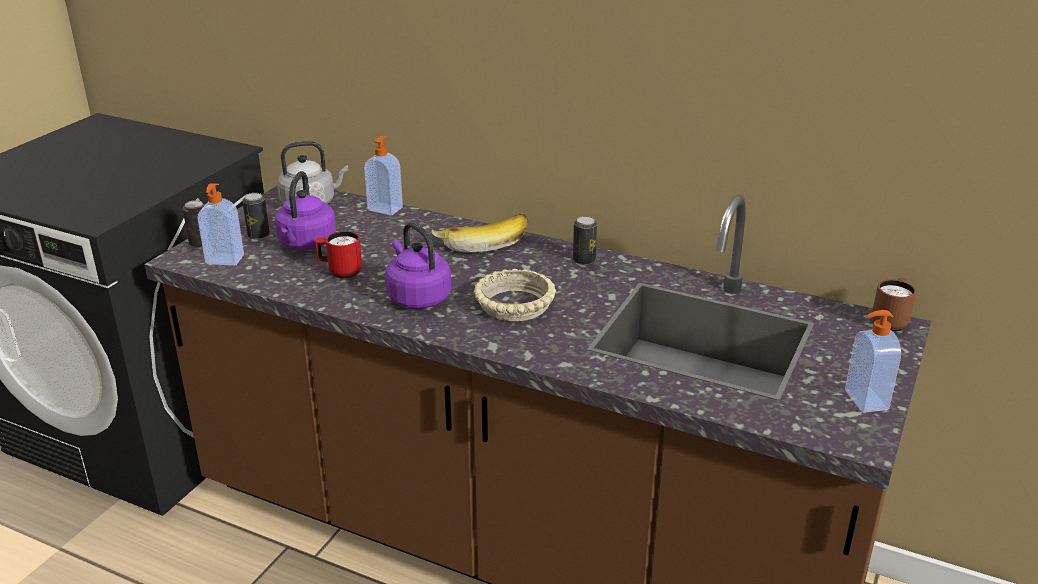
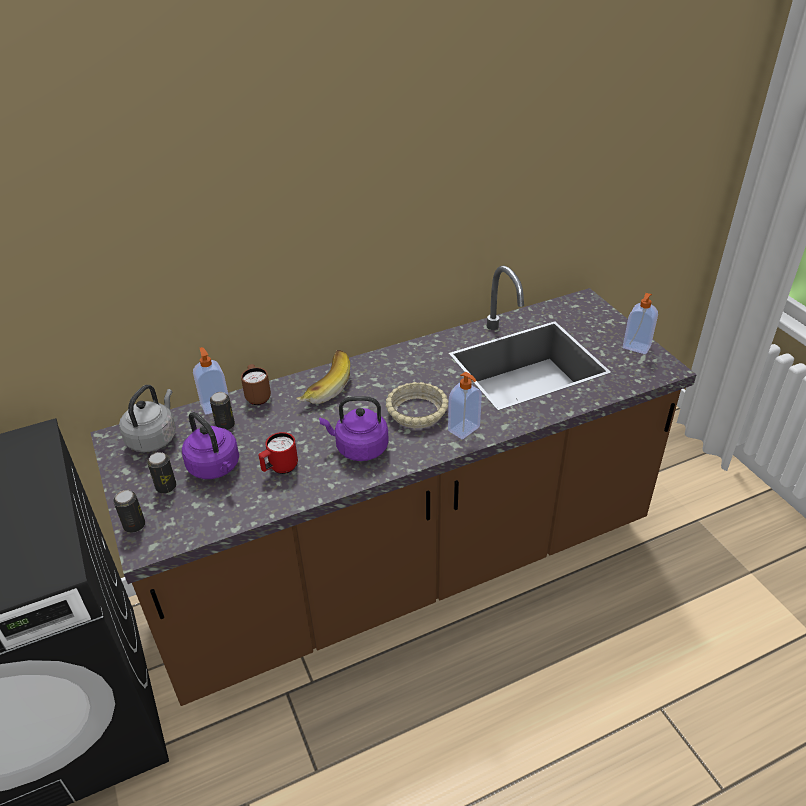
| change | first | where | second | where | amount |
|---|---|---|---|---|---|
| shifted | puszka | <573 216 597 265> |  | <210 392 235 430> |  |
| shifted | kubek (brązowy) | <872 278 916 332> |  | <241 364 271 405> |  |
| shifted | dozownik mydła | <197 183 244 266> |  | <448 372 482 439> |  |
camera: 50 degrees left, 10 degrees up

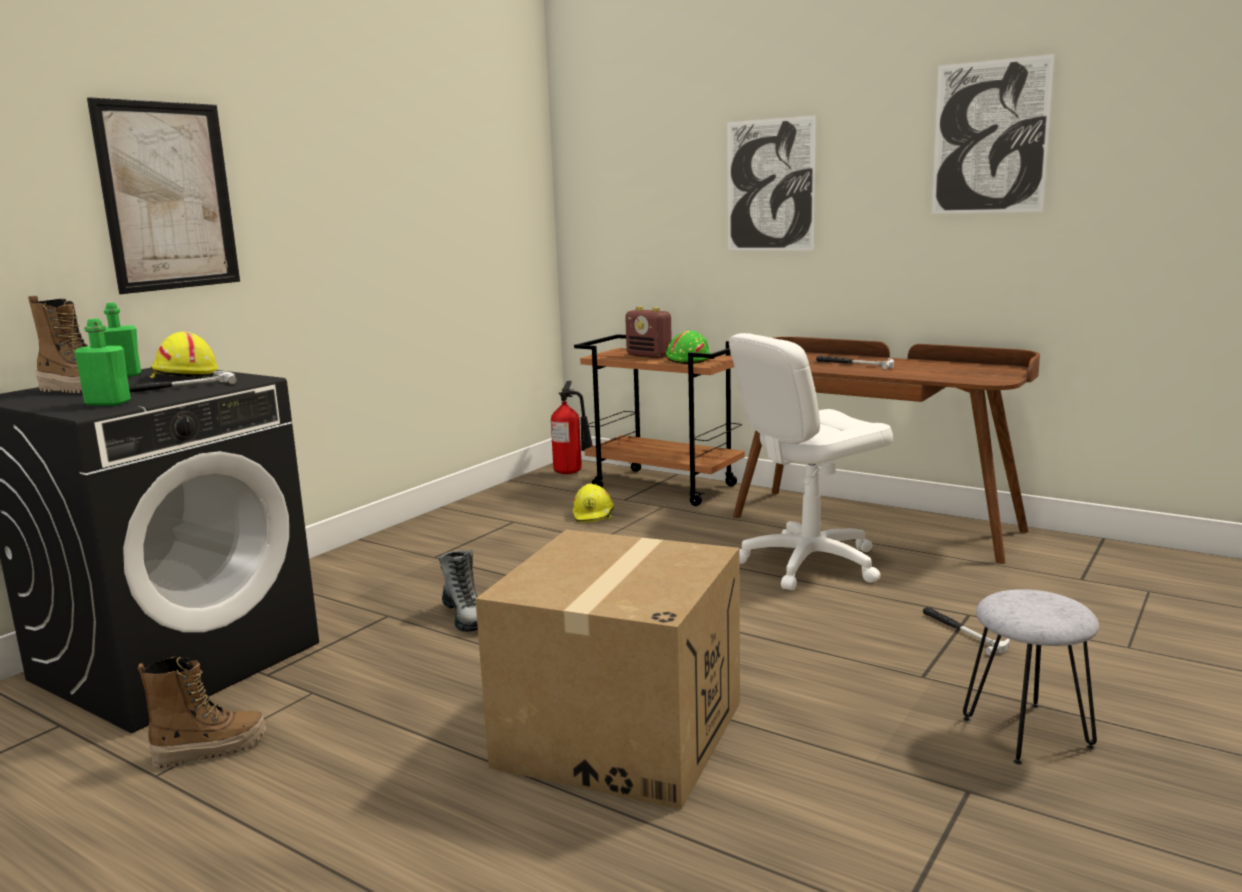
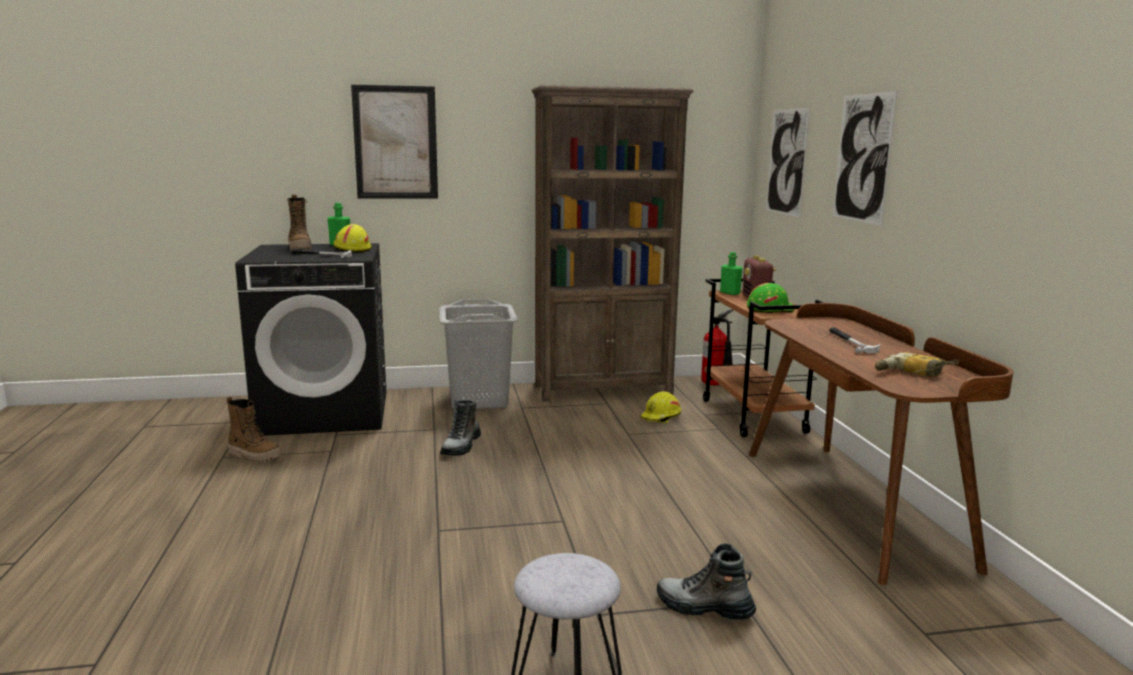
| change | first | where | second | where | amount |
|---|---|---|---|---|---|
| new |  |  | kosz na pranie (szary) | <440 299 518 409> |  |
| new |  |  | regał (brązowy) | <531 85 694 401> |  |
| swapped | młotek | <923 607 1009 655> | but z cholewką | <657 543 756 620> |  |
| shifted | butelka (zielony) | <74 318 131 406> |  | <720 252 743 295> |  |
| shifted | obraz | <932 54 1055 214> |  | <766 108 810 218> |  |
| new |  |  | wiertarka | <875 352 959 377> |  |
| gone | karton | <475 530 740 809> |  |  |  |
| gone | krzesło biurowe (biały) | <729 333 893 590> |  |  |  |
camera: 45 degrees right, 0 degrees up

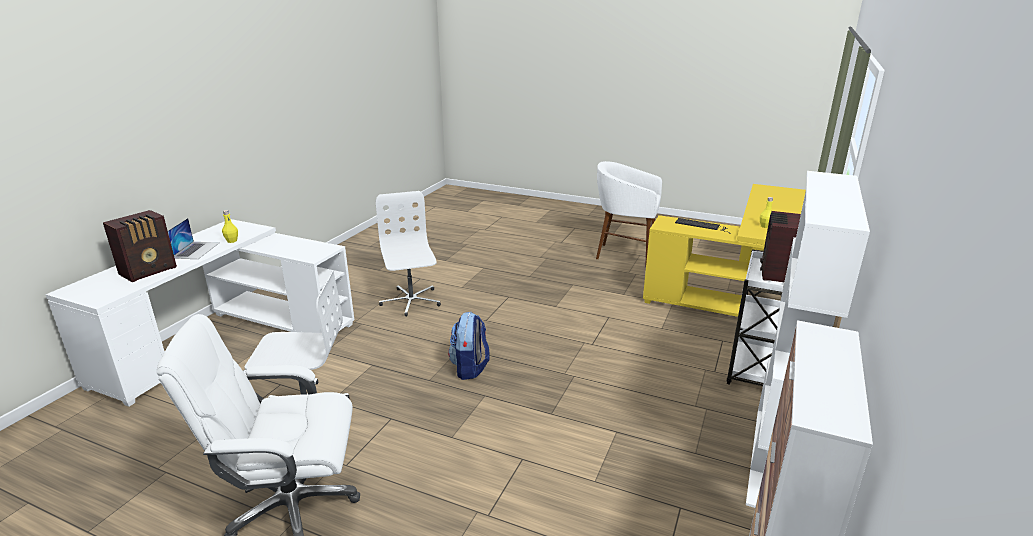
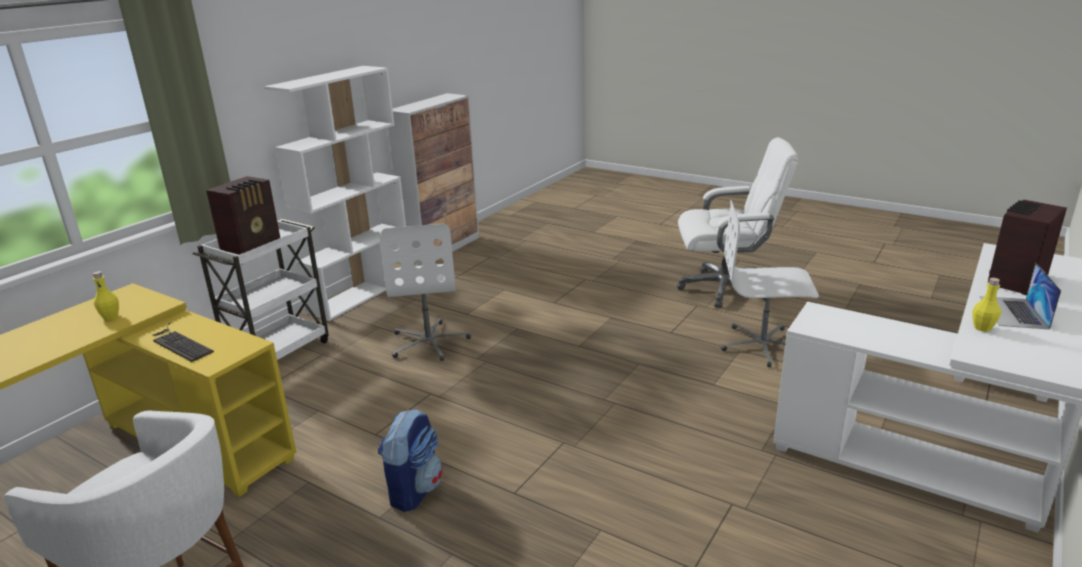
| change | first | where | second | where | amount |
|---|---|---|---|---|---|
| shifted | plecak | <448 312 490 380> |  | <378 409 443 512> |  |
| shifted | krzesło biurowe (biały) | <376 191 441 316> |  | <380 224 471 361> |  |
camera: 170 degrees left, 0 degrees up

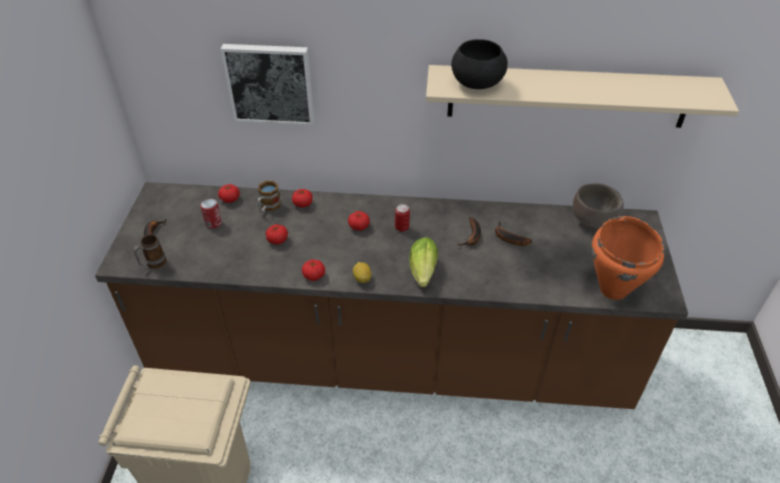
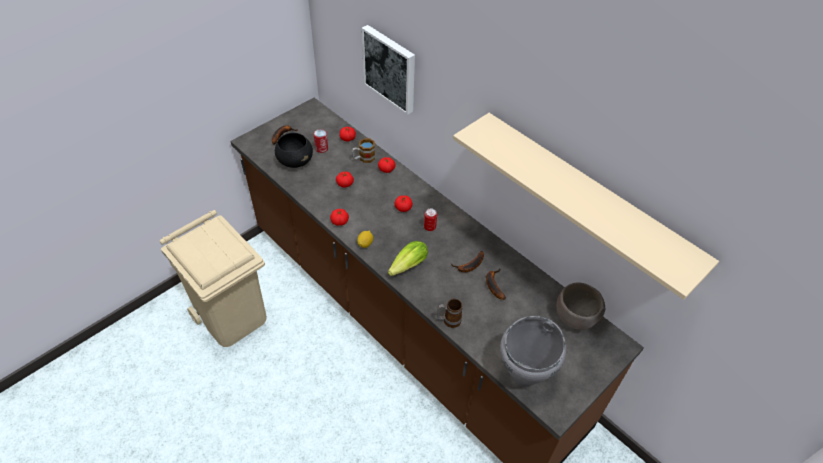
| change | first | where | second | where | amount |
|---|---|---|---|---|---|
| shifted | miska (czarny) | <451 39 508 89> |  | <275 133 313 168> |  |
| shifted | kubek | <133 235 166 269> |  | <437 299 463 328> |  |
| repainted | garnek (pomarańczowy) | <592 216 664 300> | garnek (szary) | <500 316 566 387> |  |
camera: 40 degrees right, 5 degrees up

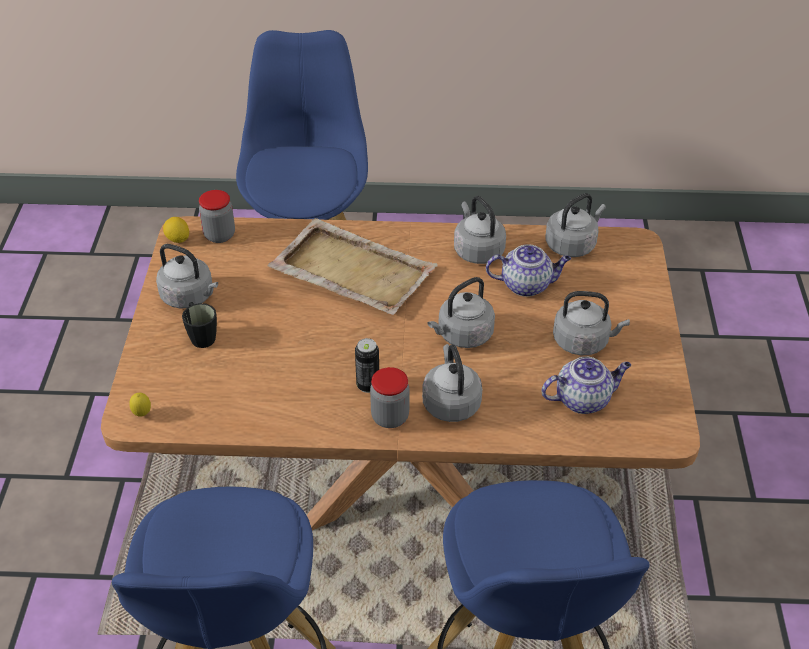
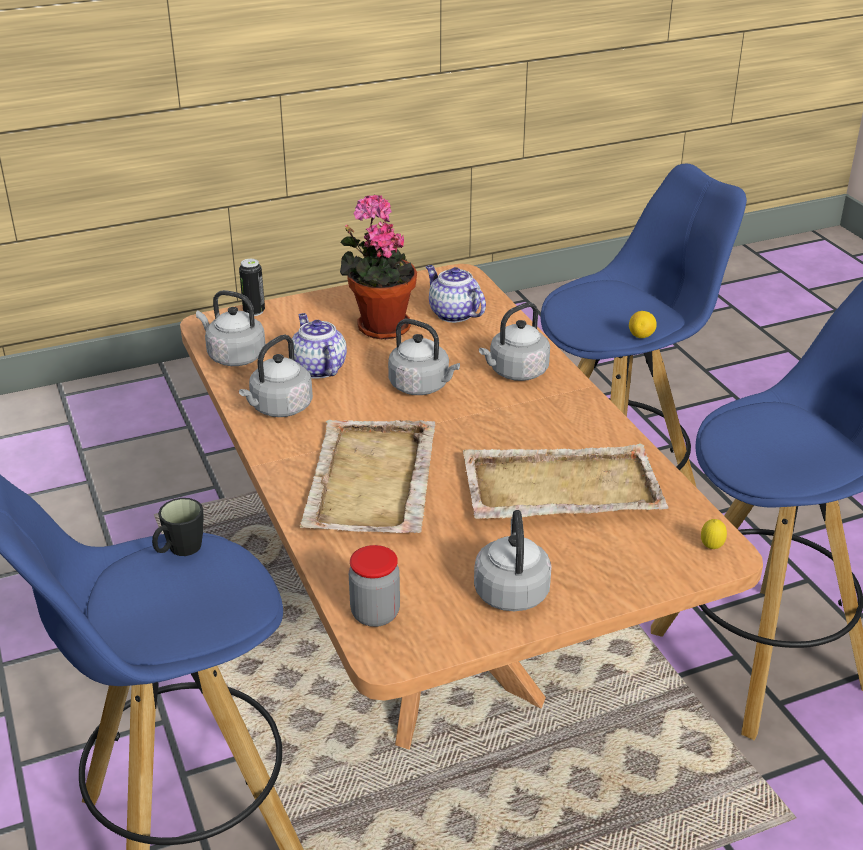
| change | first | where | second | where | amount |
|---|---|---|---|---|---|
| shifted | kubek (czarny) | <182 302 217 348> |  | <152 498 204 556> |  |
| shifted | puszka | <355 338 379 393> |  | <239 259 265 316> |  |
| swapped | czajnik (szary) | <553 291 630 355> | roślina doniczkowa | <340 195 417 340> |  |
| new |  |  | taca (beżowy) | <463 444 668 519> |  |
| shifted | cytryna | <163 217 189 243> |  | <629 311 657 338> |  |
| gone | słoik | <370 367 409 428> |  |  |  |
camera: 115 degrees left, 10 degrees down

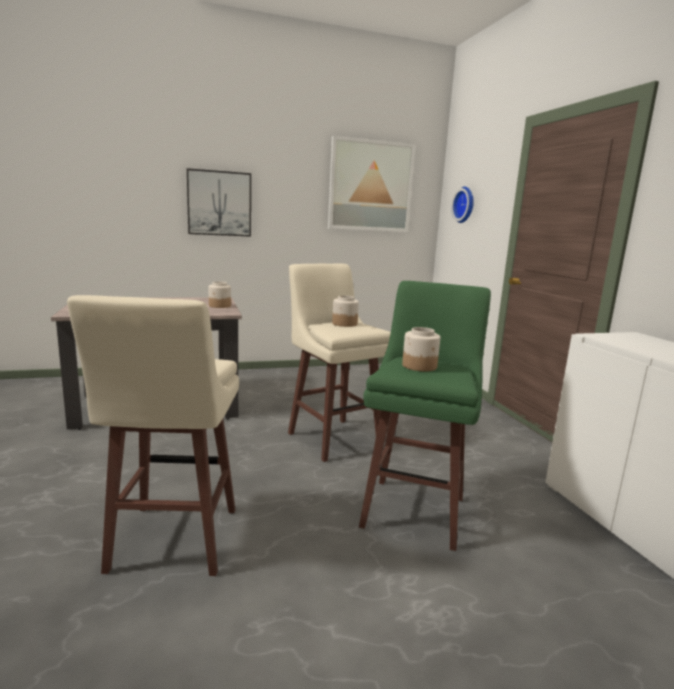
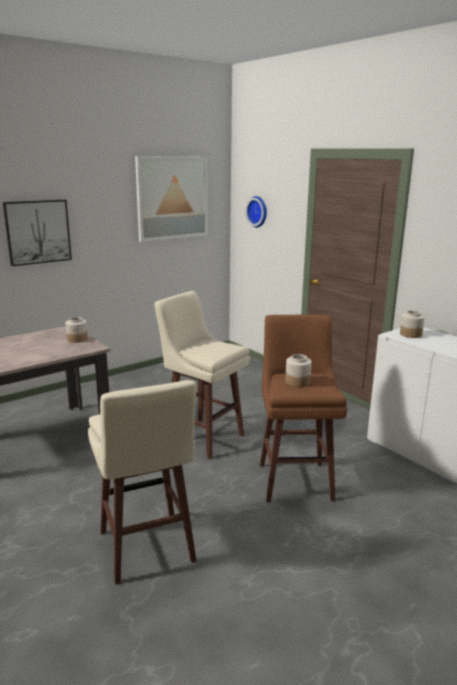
| change | first | where | second | where | amount |
|---|---|---|---|---|---|
| repainted | stołek (zielony) | <359 281 491 551> | stołek (brązowy) | <260 315 347 502> |  |
| shifted | słoik | <332 295 359 327> |  | <400 311 425 338> |  |
camera: 20 degrees left, 5 degrees up

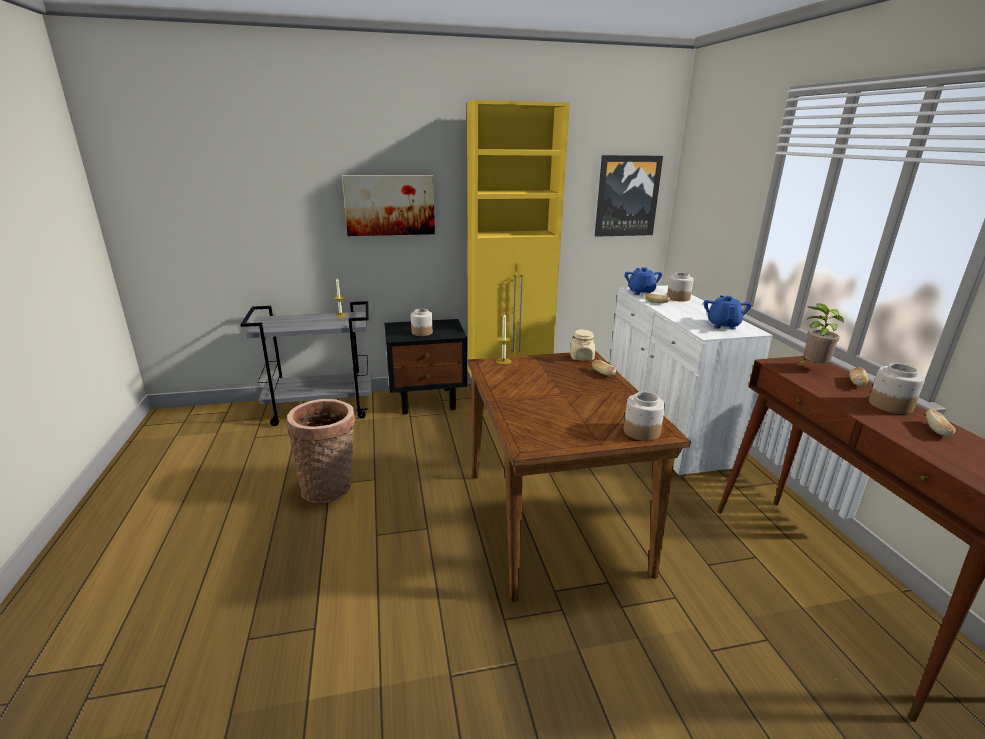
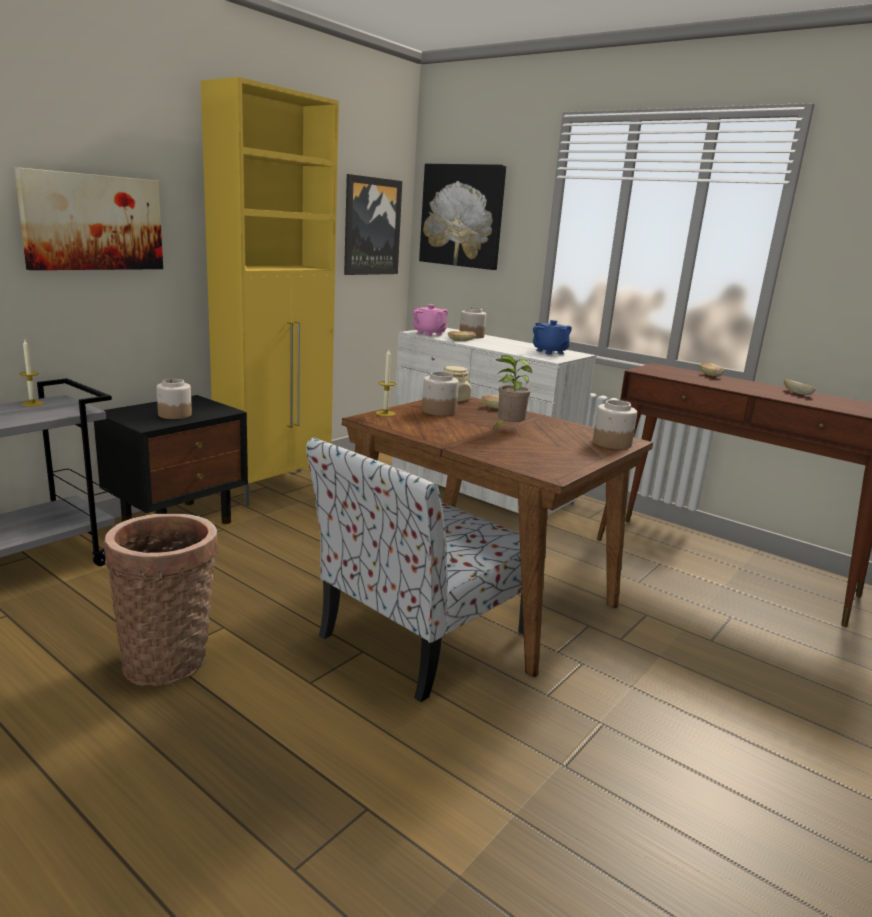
| change | first | where | second | where | amount |
|---|---|---|---|---|---|
| new |  |  | krzesło | <306 437 546 702> |  |
| repainted | imbryk (niebieski) | <625 267 662 295> | imbryk (różowy) | <413 304 448 336> |  |
| new |  |  | obraz | <419 164 506 270> |  |
| shifted | słoik | <869 363 925 414> |  | <422 372 459 416> |  |
| shifted | roślina doniczkowa | <795 304 844 365> |  | <491 355 532 430> |  |
camera: 40 degrees left, 5 degrees down

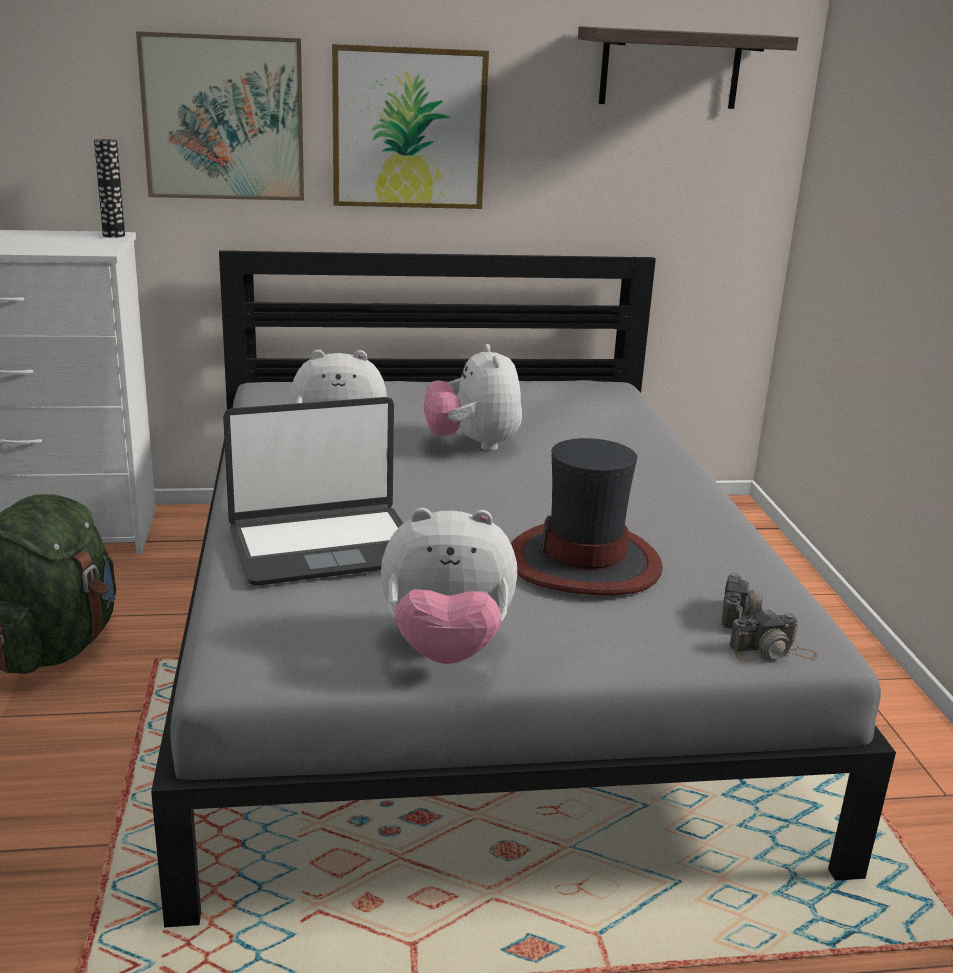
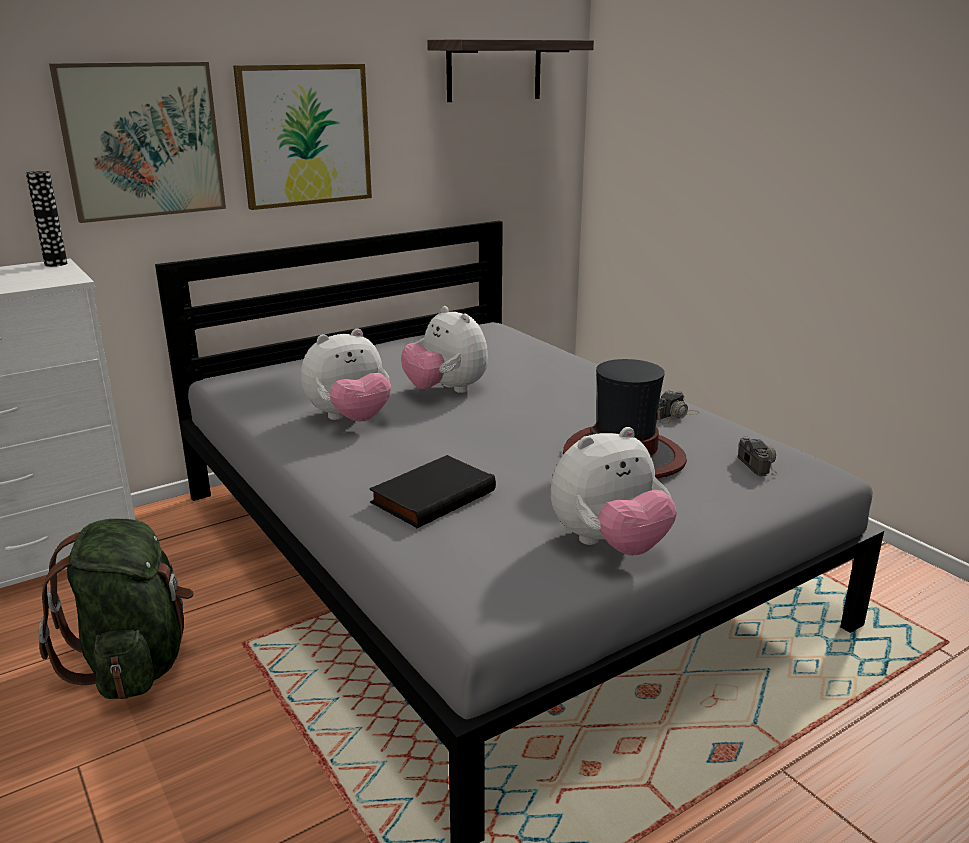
| change | first | where | second | where | amount |
|---|---|---|---|---|---|
| swapped | laptop | <223 397 403 586> | książka (czarny) | <369 455 496 528> |  |
| shifted | aparat fotograficzny | <729 608 818 661> |  | <657 390 700 424> |  |
camera: 25 degrees left, 0 degrees up

